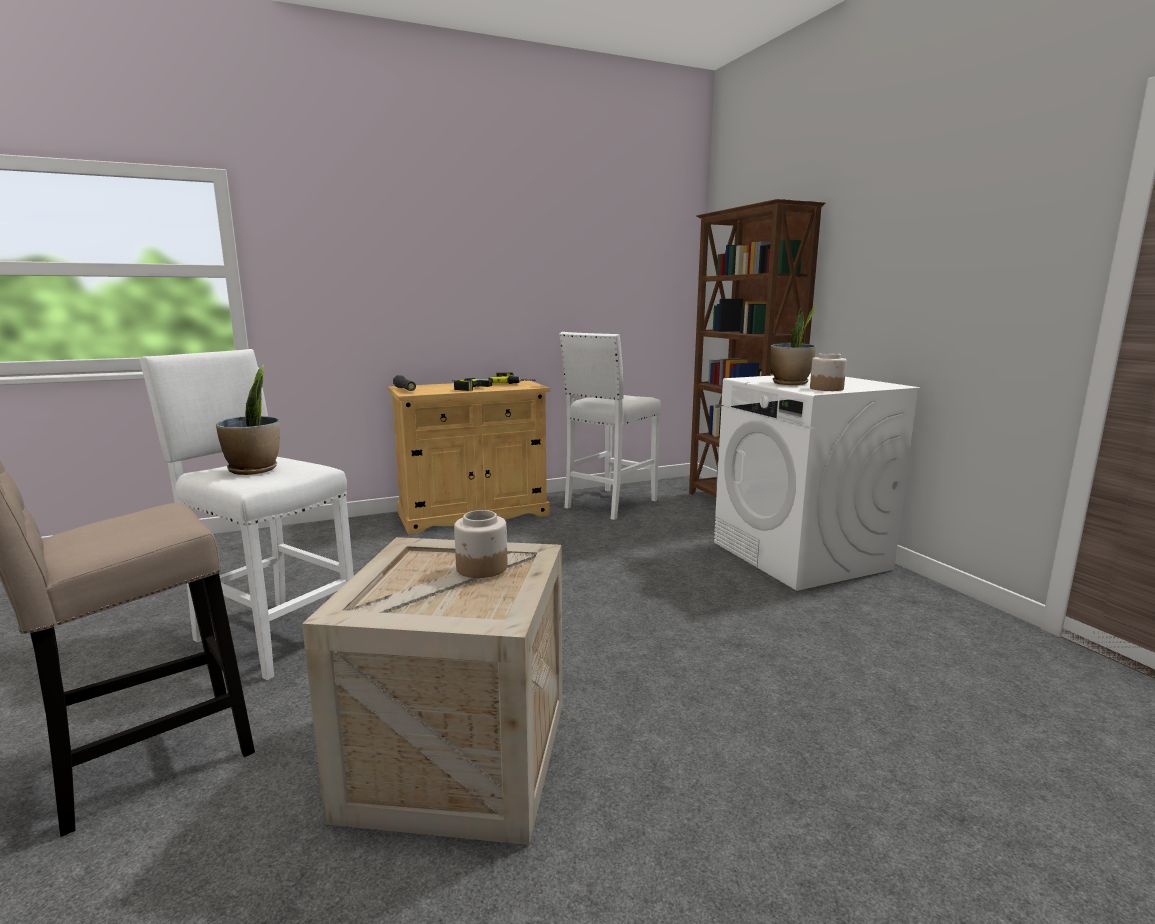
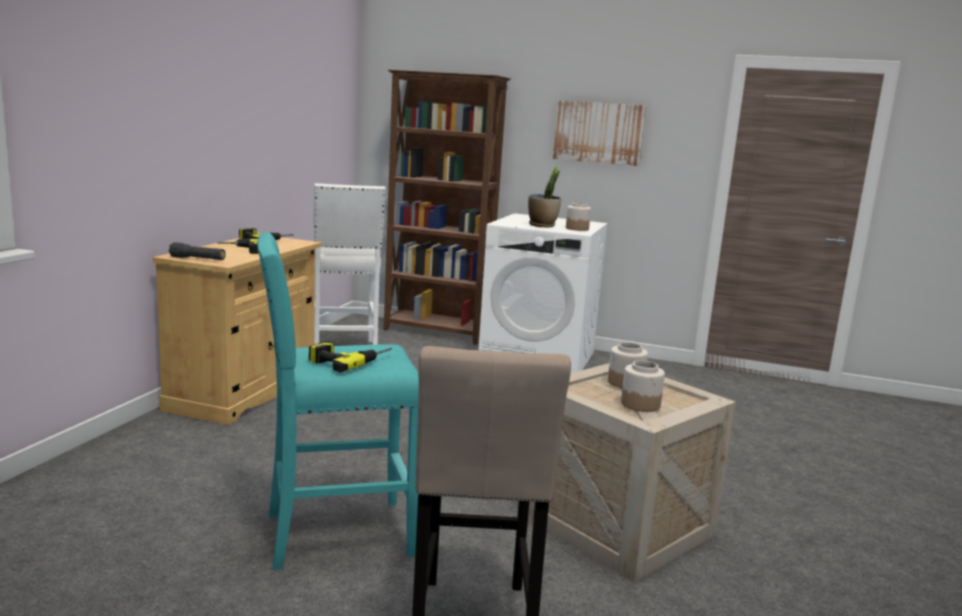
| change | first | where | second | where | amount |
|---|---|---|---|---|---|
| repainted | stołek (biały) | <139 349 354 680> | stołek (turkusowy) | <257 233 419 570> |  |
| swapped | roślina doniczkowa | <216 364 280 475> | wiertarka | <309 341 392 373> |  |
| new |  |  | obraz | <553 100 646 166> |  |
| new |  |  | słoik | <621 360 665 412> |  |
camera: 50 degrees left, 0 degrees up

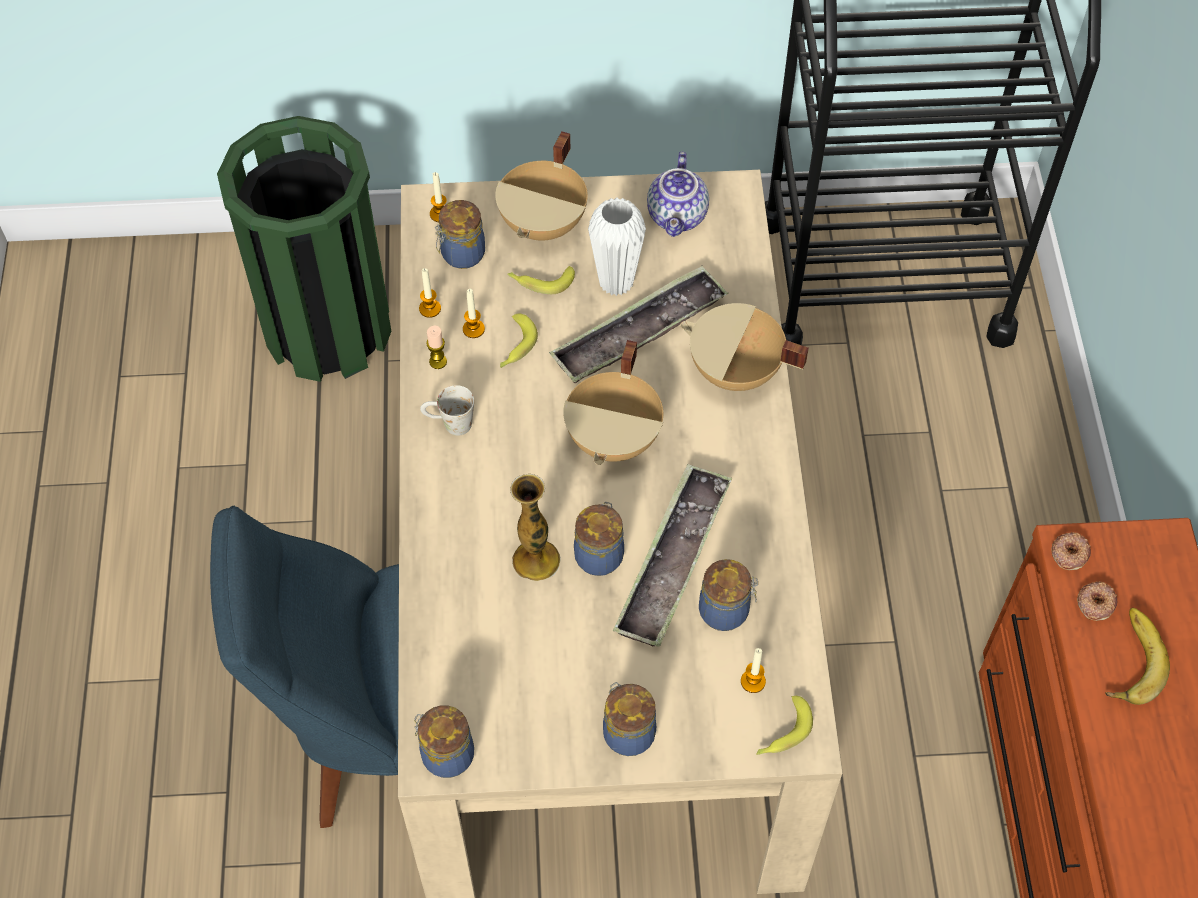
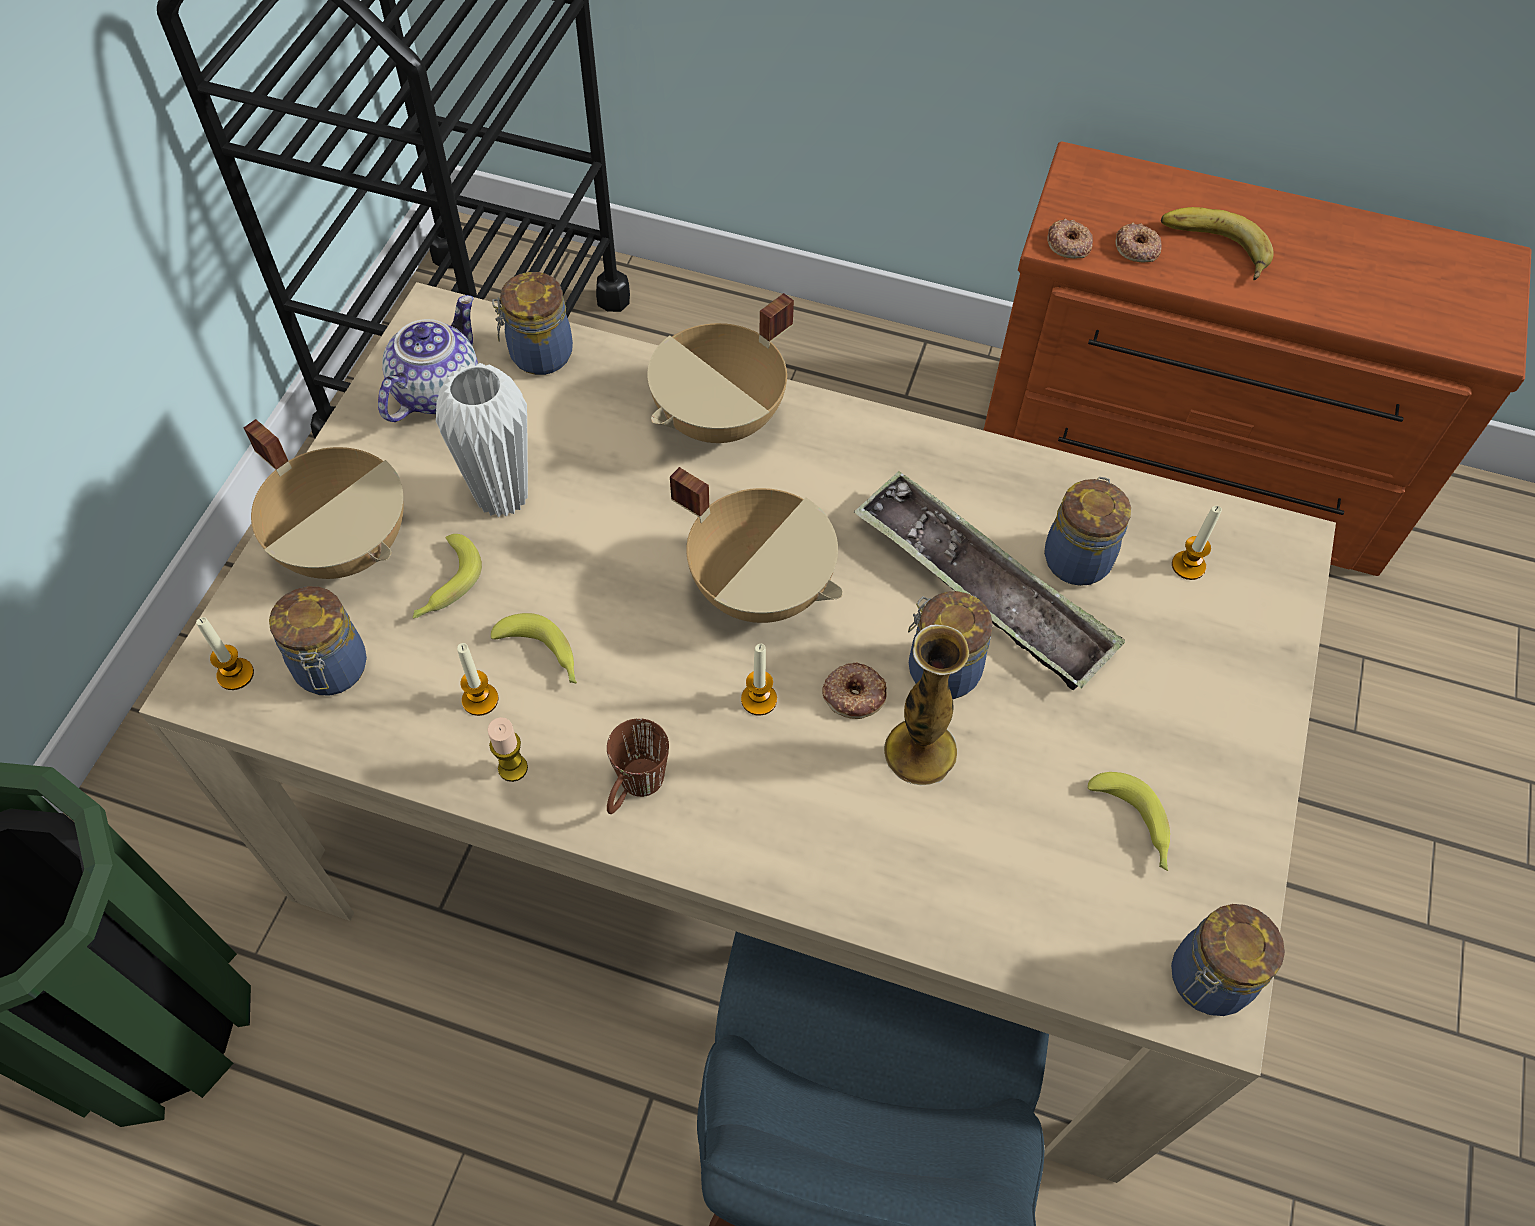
| change | first | where | second | where | amount |
|---|---|---|---|---|---|
| rotated | imbryk | <647 152 709 237> |  | <378 295 478 422> | 90 degrees counterclockwise |
| shifted | słoik | <603 682 656 756> |  | <492 272 573 375> |  |
| repainted | kubek (biały) | <420 385 474 436> | kubek (brązowy) | <607 718 669 814> |  |
| shifted | świeca | <419 268 441 318> |  | <741 644 777 716> |  |
| new |  |  | donut | <823 662 887 719> |  |
| shifted | banan | <756 696 813 755> |  | <1088 772 1170 871> |  |
| gone | taca | <549 265 728 383> |  |  |  |
camera: 70 degrees left, 0 degrees up

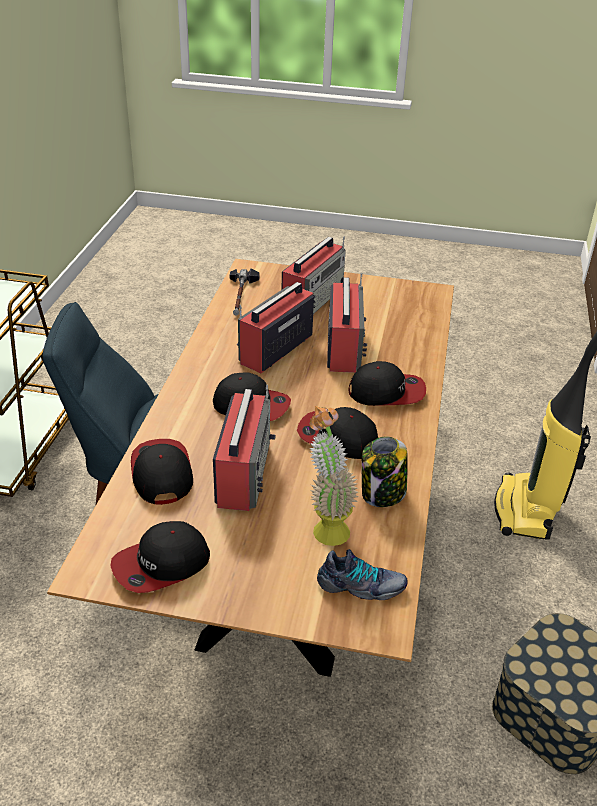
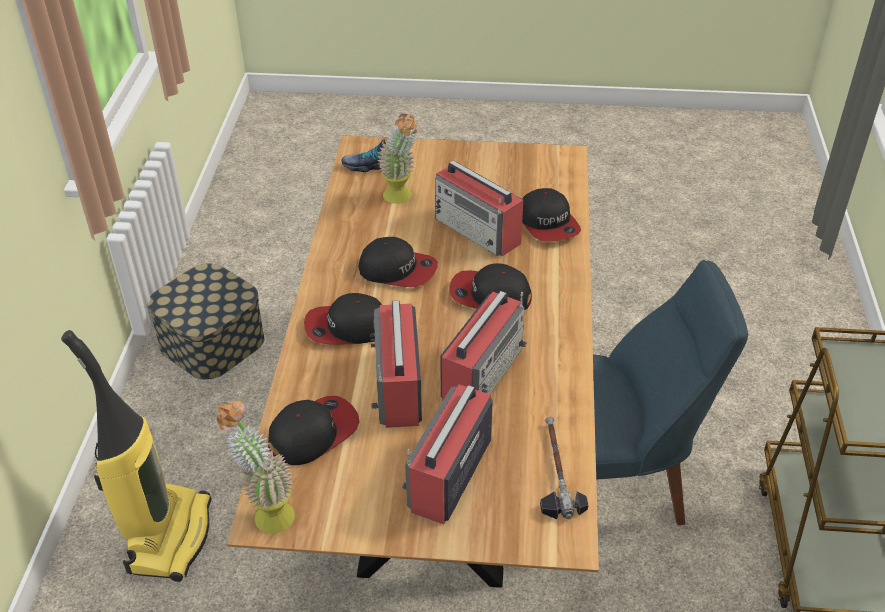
| change | first | where | second | where | amount |
|---|---|---|---|---|---|
| new |  |  | roślina doniczkowa | <217 401 295 533> |  |
| shifted | czapka z daszkiem | <110 521 210 593> |  | <268 396 360 465> |  |
| rotated | radio | <213 385 276 511> |  | <435 160 523 257> | 45 degrees counterclockwise |
| gone | słoik | <362 436 408 507> |  |  |  |
camera: 175 degrees right, 5 degrees up

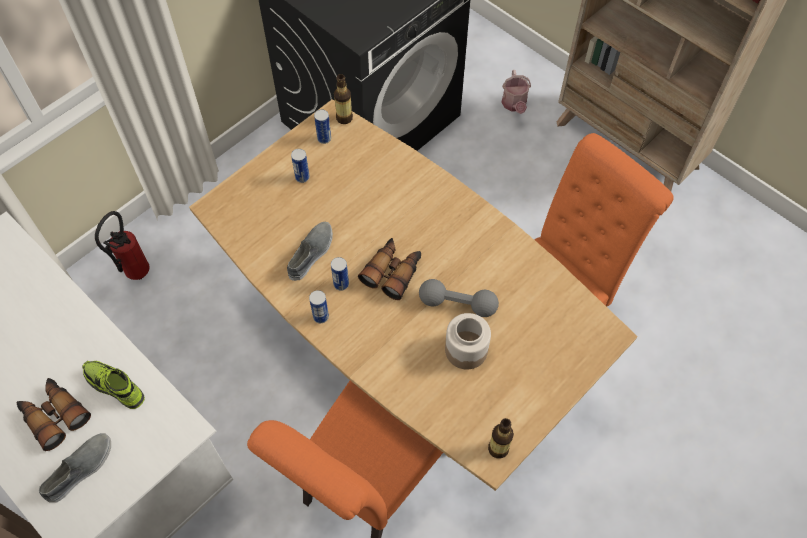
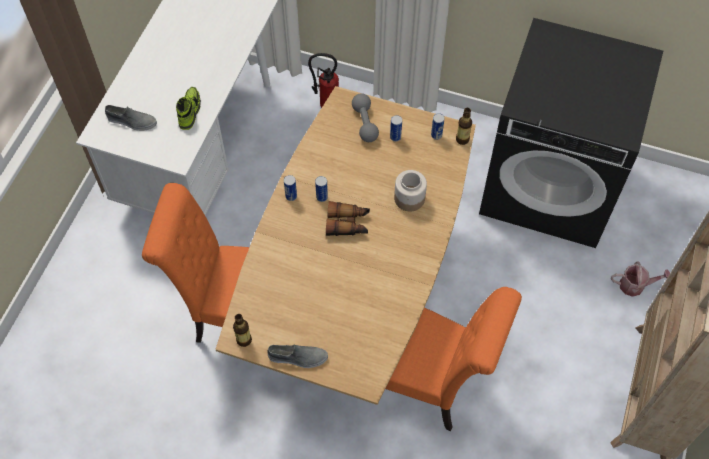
| change | first | where | second | where | amount |
|---|---|---|---|---|---|
| shifted | but (szary) | <287 222 333 281> |  | <267 345 328 368> |  |
| shifted | hantel (szary) | <419 279 499 317> |  | <352 93 379 142> |  |
| shifted | słoik | <445 313 491 370> |  | <394 170 427 211> |  |
| rotated | konewka | <501 70 531 114> |  | <611 261 670 297> | 150 degrees counterclockwise |
| gone | lornetka | <17 378 91 451> |  |  |  |
camera: 65 degrees right, 0 degrees up

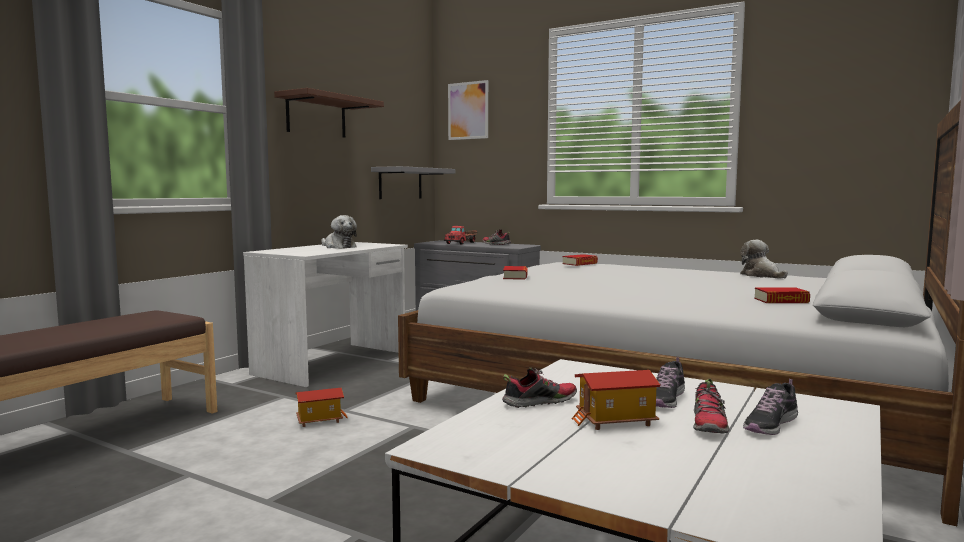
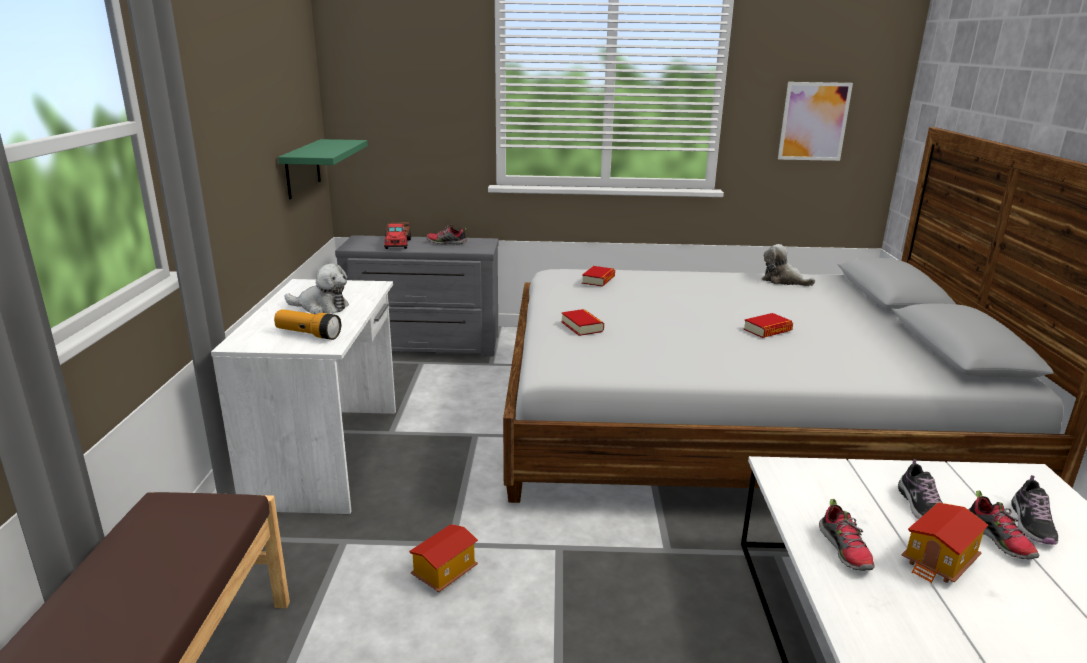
| change | first | where | second | where | amount |
|---|---|---|---|---|---|
| new |  |  | latarka | <274 309 341 340> |  |
| repainted | półka (szary) | <371 166 455 199> | półka (zielony) | <278 139 368 199> |  |
| shifted | książka | <754 287 810 303> |  | <743 313 793 338> |  |
| shifted | obraz | <448 80 488 140> |  | <778 82 853 161> |  |
| rotated | but | <502 368 577 408> |  | <819 499 875 571> | 135 degrees clockwise |
| gone | półka (brązowy) | <274 88 384 138> |  |  |  |
camera: 30 degrees left, 15 degrees up

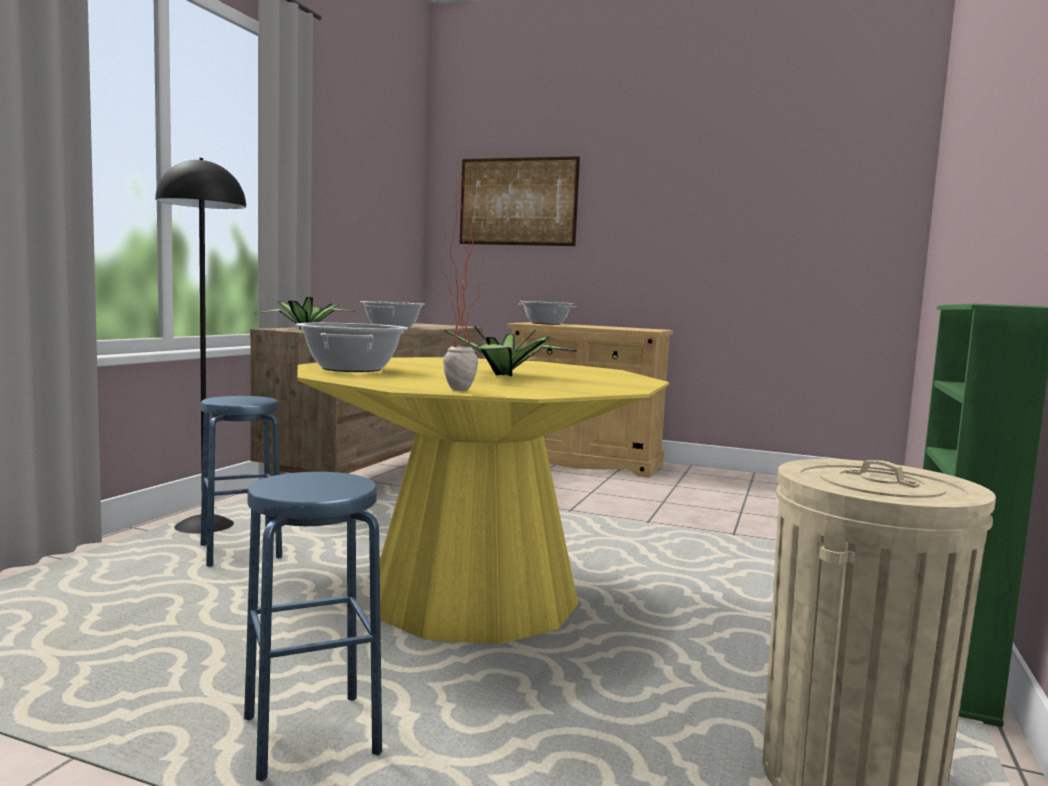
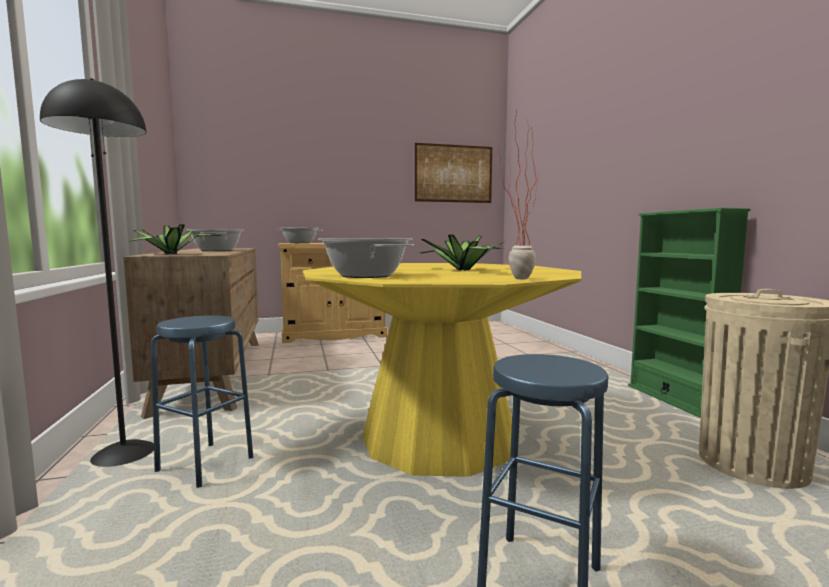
| change | first | where | second | where | amount |
|---|---|---|---|---|---|
| shifted | obraz | <459 156 580 246> |  | <415 143 492 203> |  |
camera: 35 degrees left, 0 degrees up

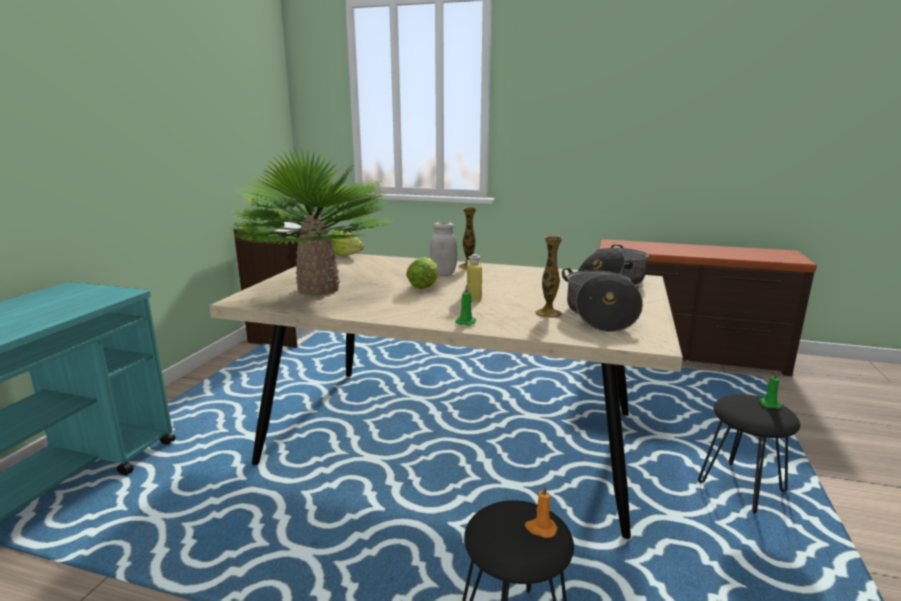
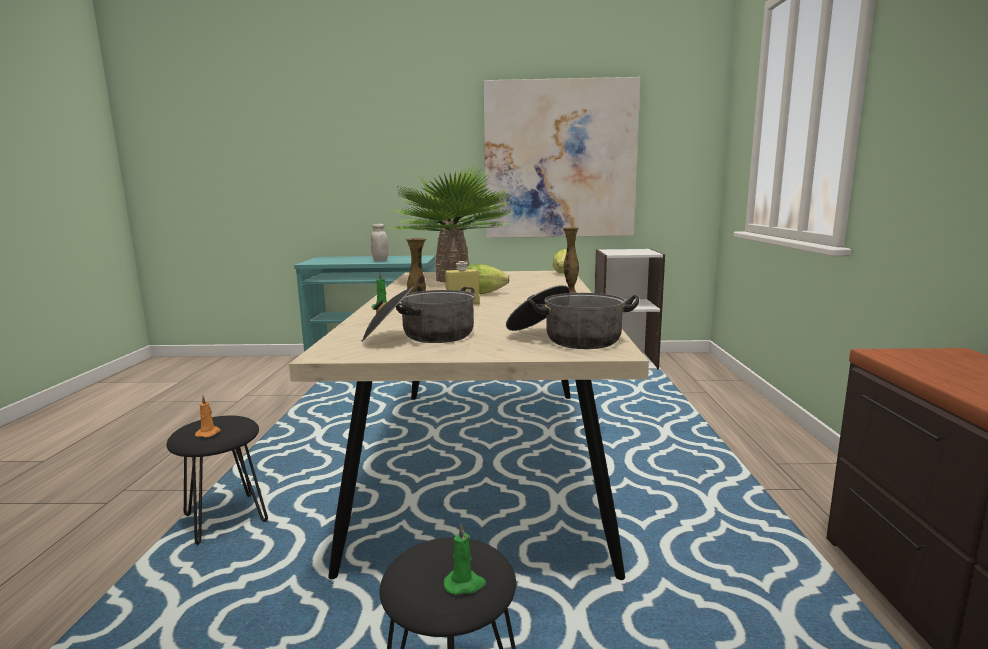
| change | first | where | second | where | amount |
|---|---|---|---|---|---|
| shifted | słoik (biały) | <430 222 457 275> |  | <371 224 389 261> |  |
| new |  |  | obraz | <483 77 640 238> |  |
camera: 75 degrees right, 5 degrees down

